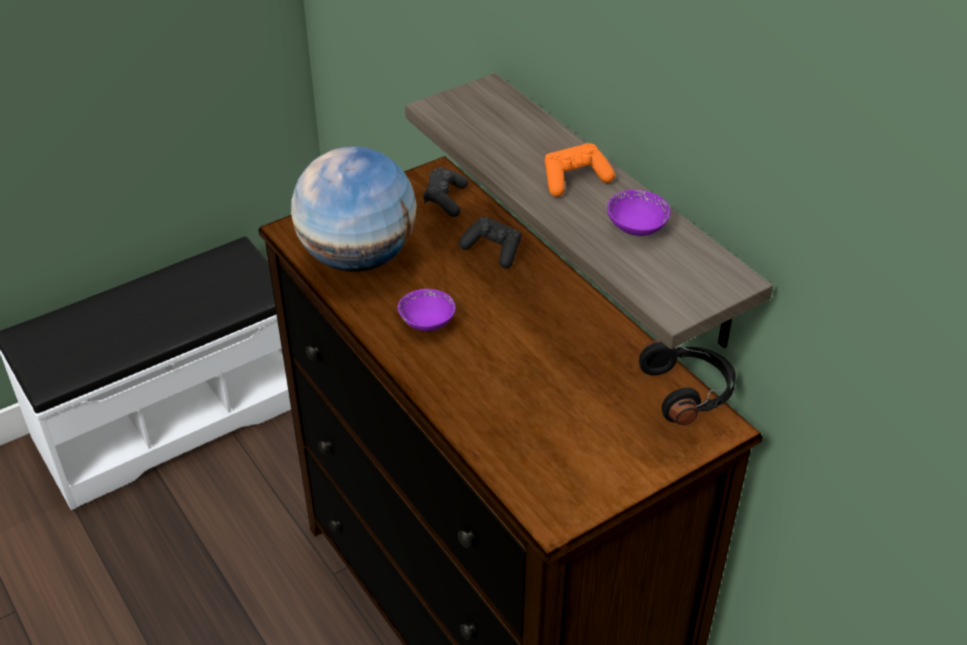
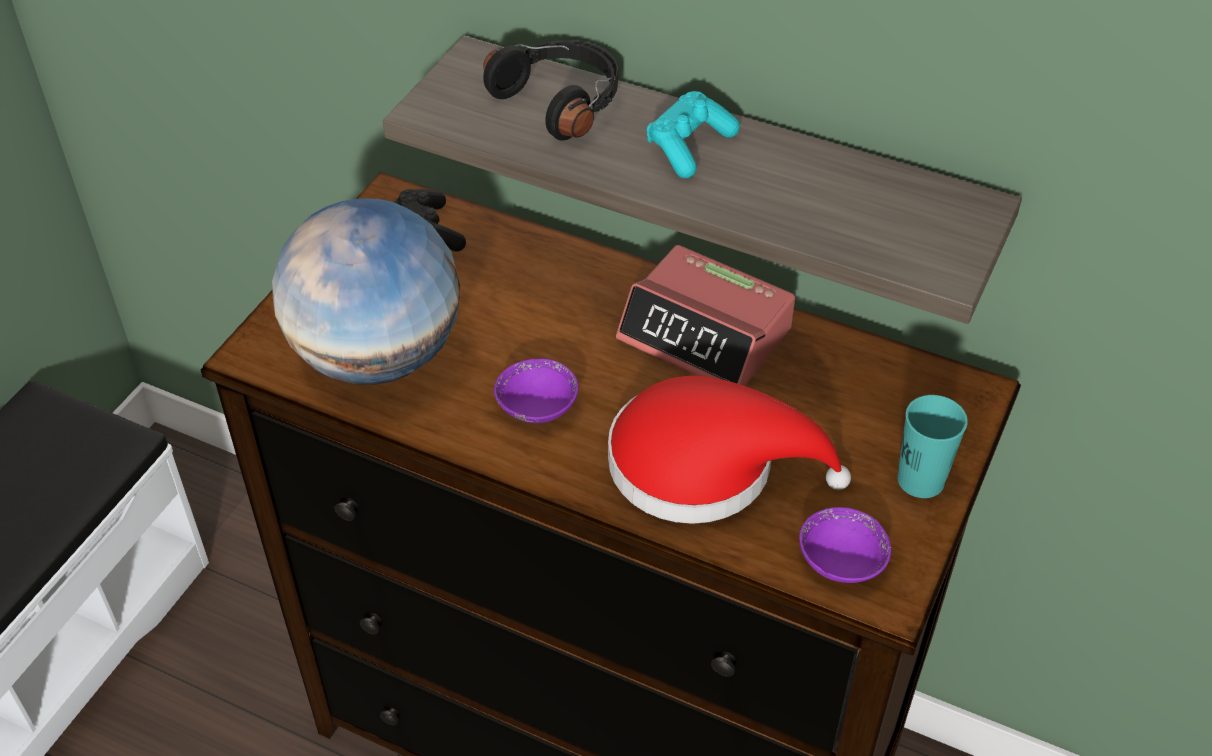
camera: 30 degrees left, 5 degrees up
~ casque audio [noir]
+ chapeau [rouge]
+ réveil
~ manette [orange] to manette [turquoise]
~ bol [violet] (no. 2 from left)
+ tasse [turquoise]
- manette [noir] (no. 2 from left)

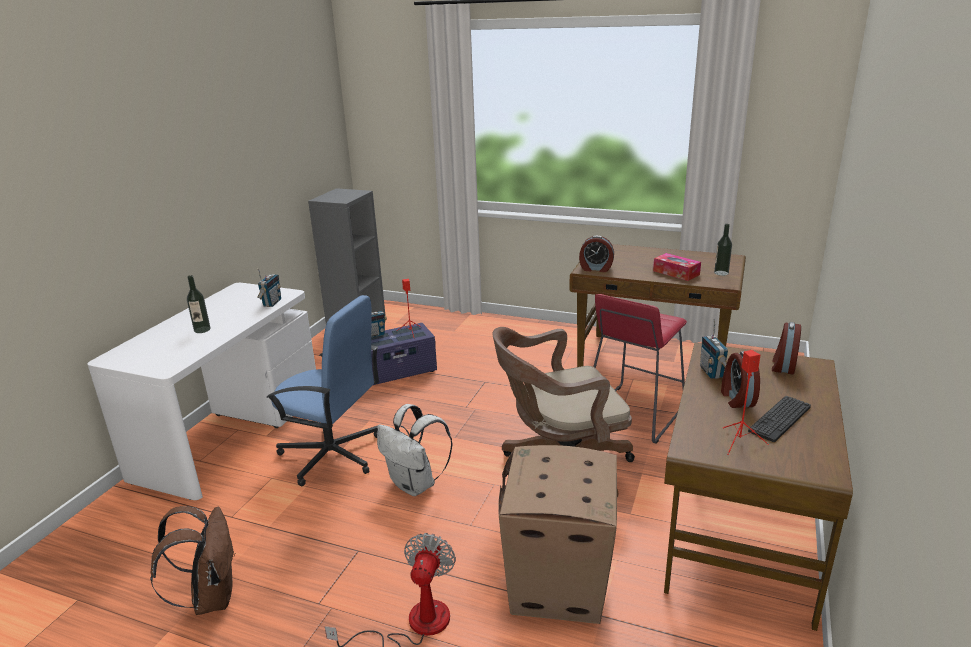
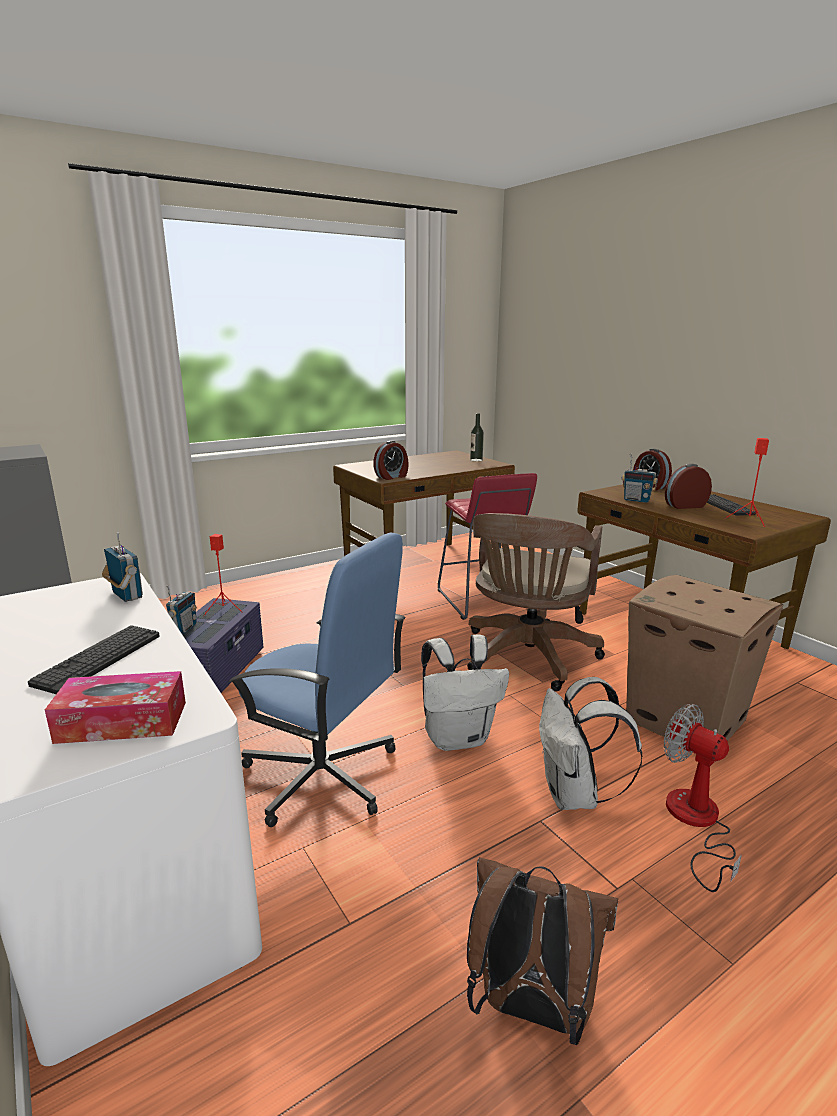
camera: 55 degrees left, 5 degrees down
~ bouteille (no. 1 from left) to clavier (no. 1 from left)
~ boîte à mouchoirs
~ chaise de bureau [bleu] 60 degrees clockwise
+ sac à dos [blanc] (no. 2 from left)
~ réveil (no. 2 from left in the first image) 135 degrees clockwise

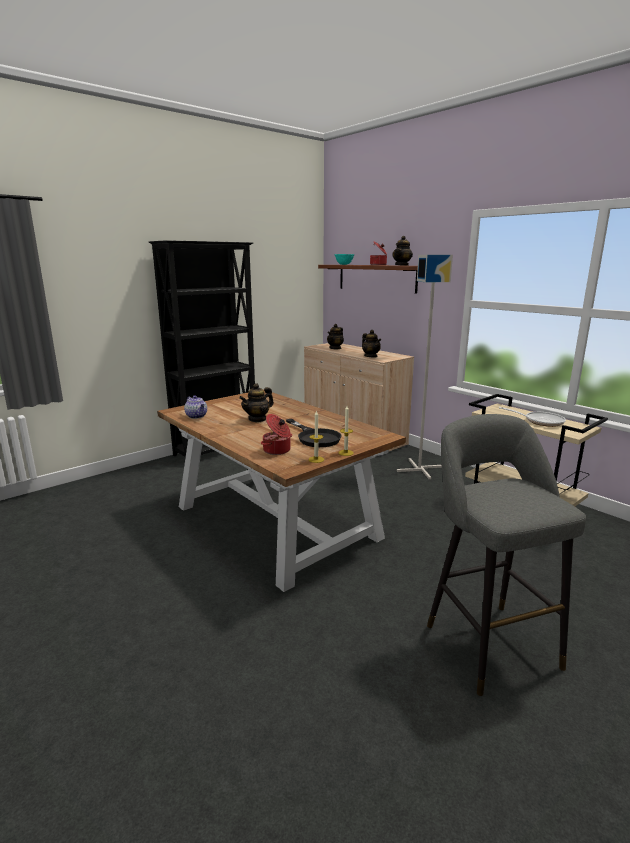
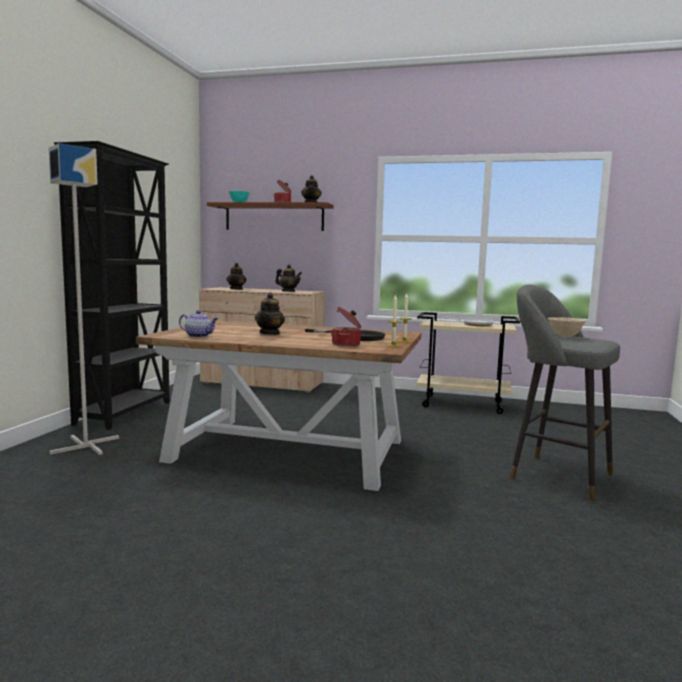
camera: 35 degrees left, 10 degrees down
~ lampadaire [gris]
+ bol [beige]

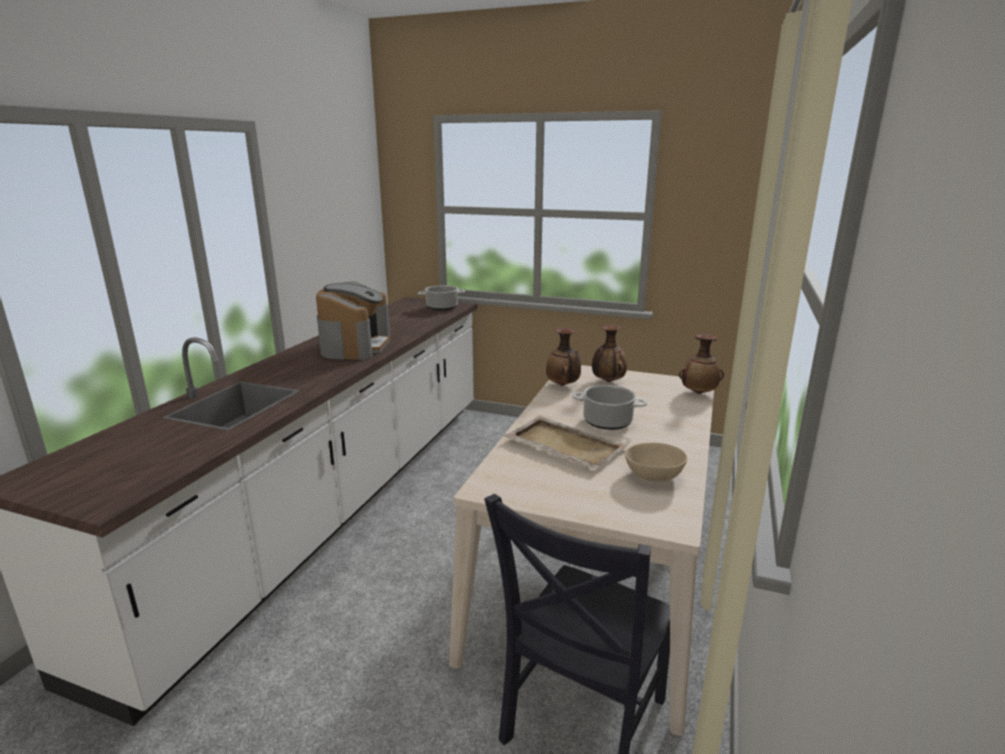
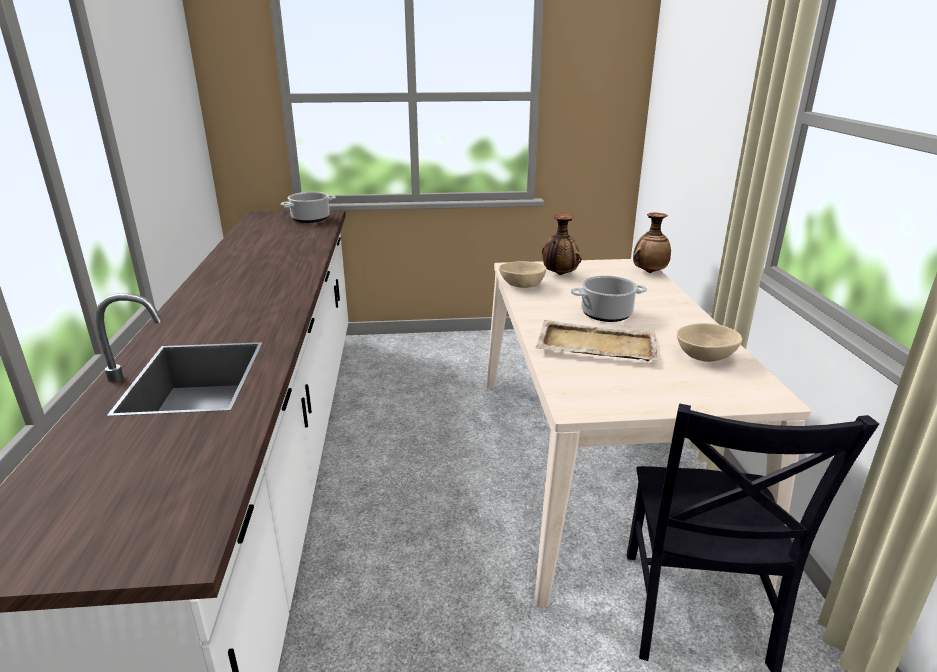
camera: 25 degrees left, 5 degrees up
~ vase (no. 1 from left) to bol [beige] (no. 1 from left)
- machine à café

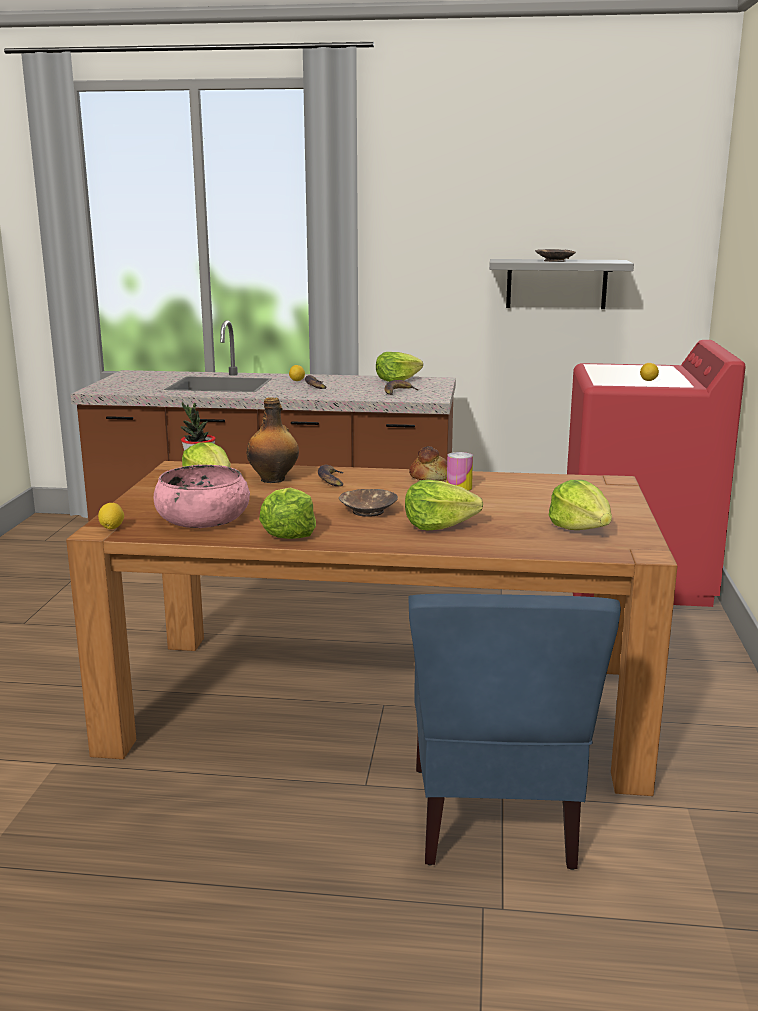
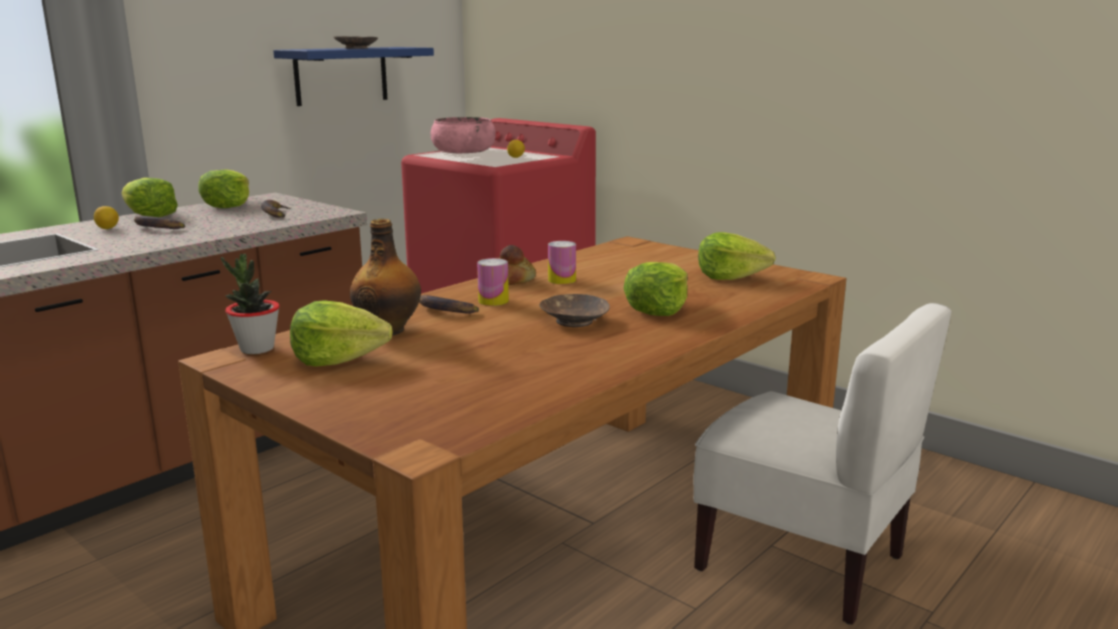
camera: 55 degrees left, 0 degrees up
~ laitue (no. 2 from left in the first image) to laitue (no. 1 from left)
~ étagère [gris] to étagère [bleu]
~ bol [rose]
+ boîte métallique (no. 1 from left)
~ chaise [bleu] to chaise [blanc]
- citron (no. 1 from left)

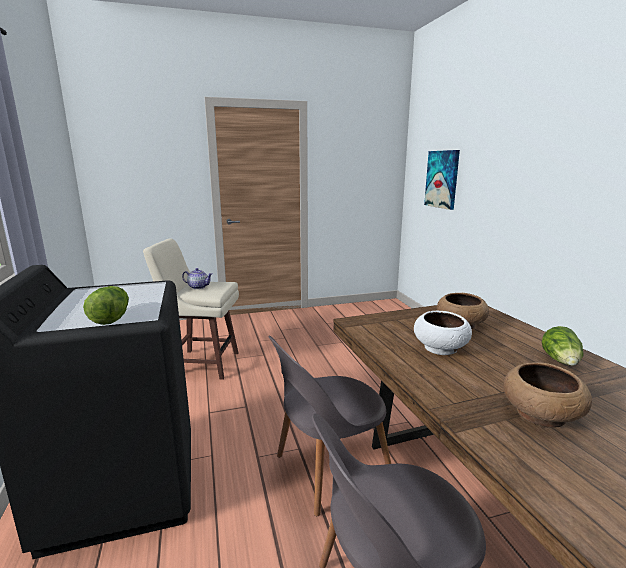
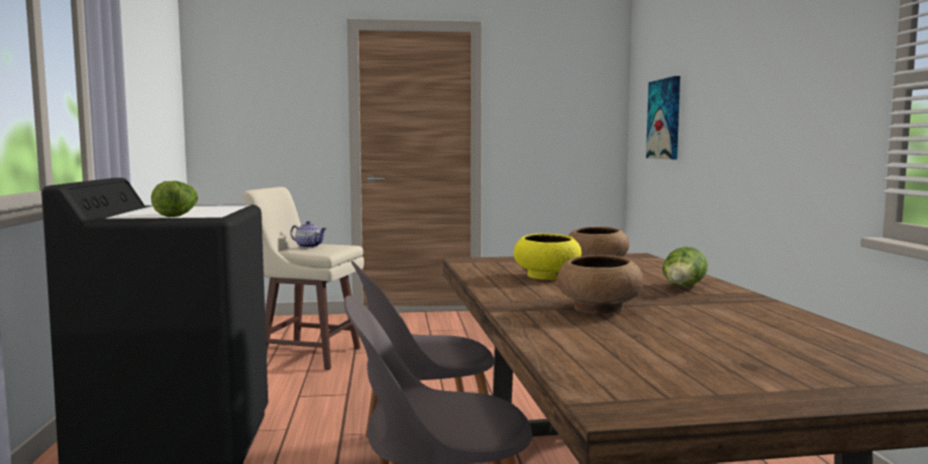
camera: 10 degrees right, 10 degrees down
~ bol [blanc] to bol [jaune]

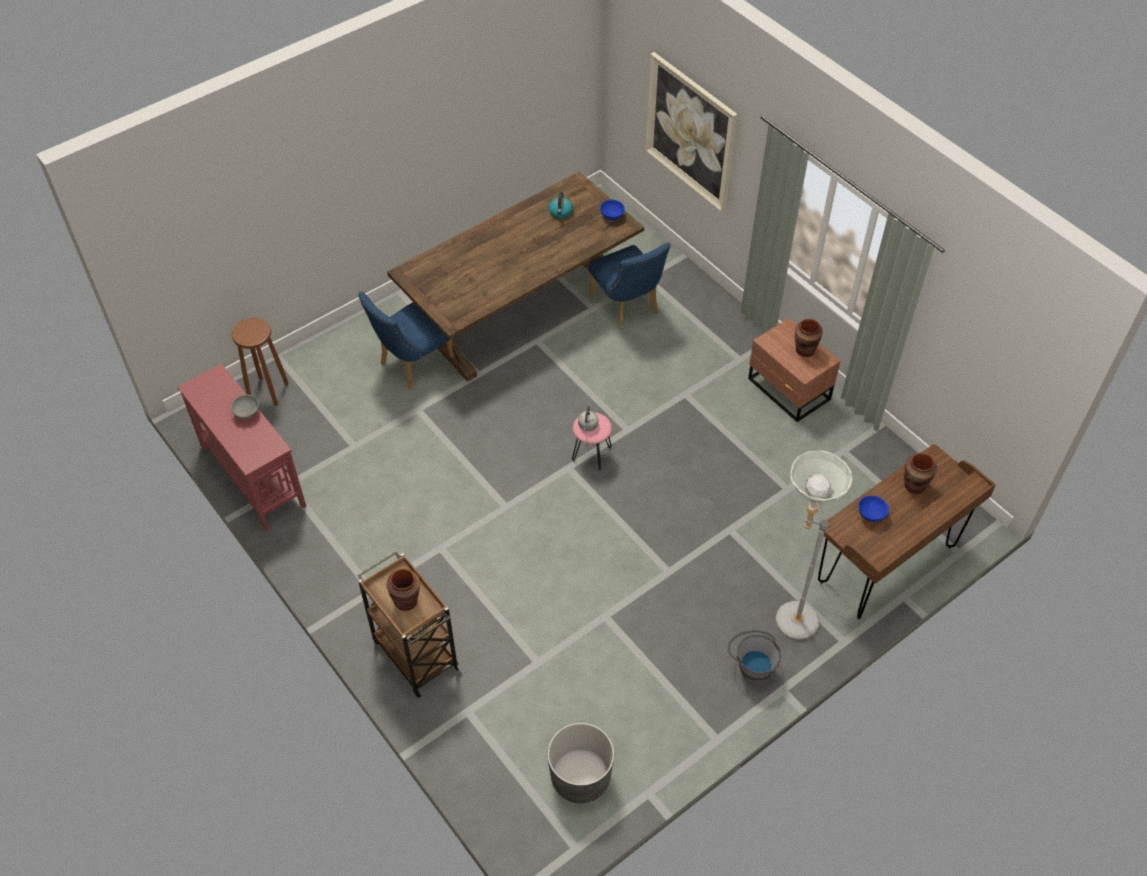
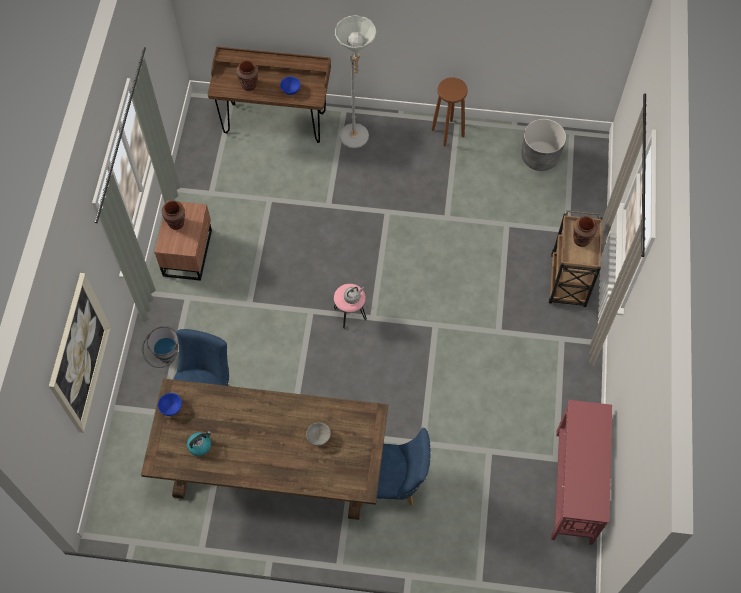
camera: 135 degrees left, 10 degrees up
~ seau [gris]
~ bol [gris]
~ tabouret [marron]

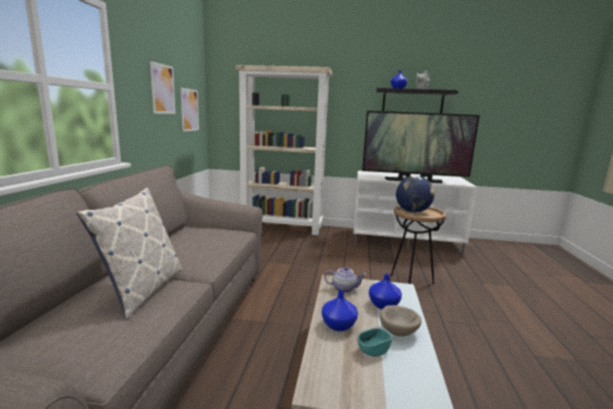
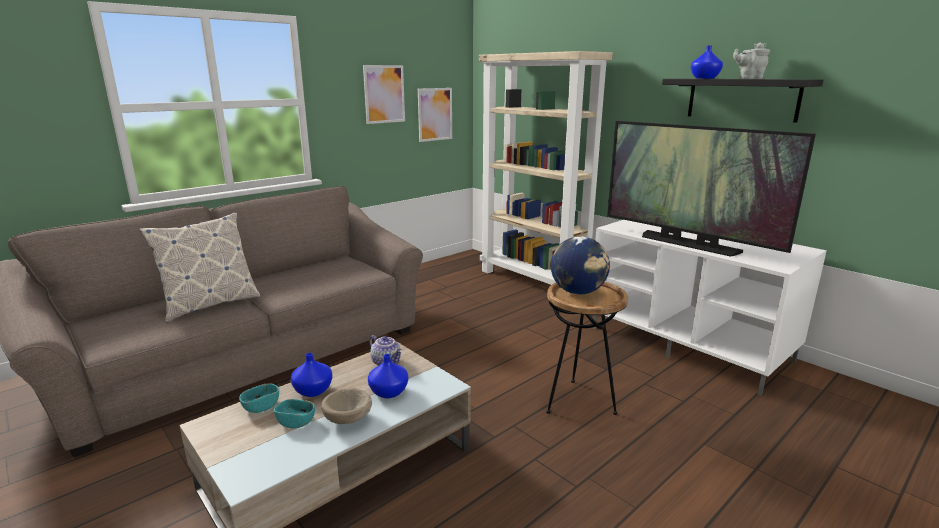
camera: 40 degrees right, 5 degrees up
+ bol [turquoise] (no. 1 from left)

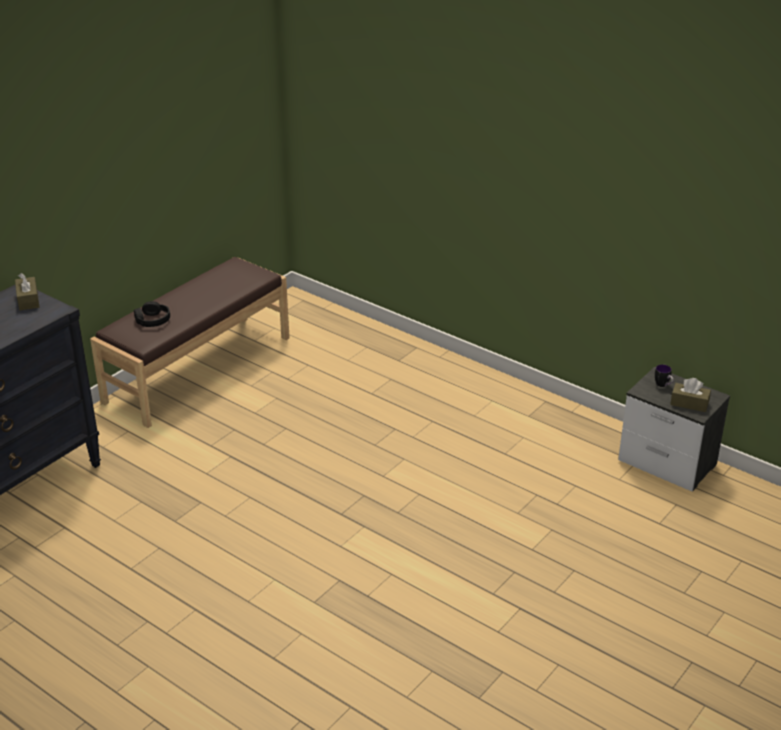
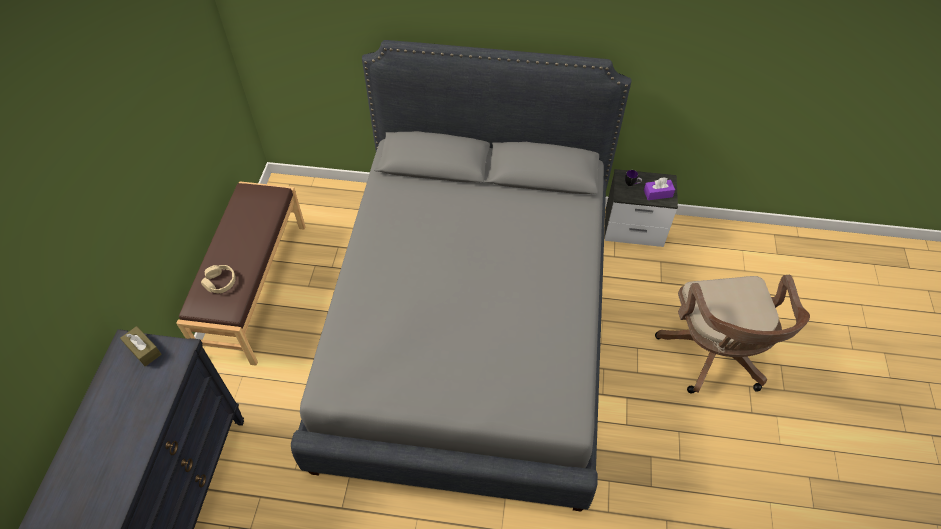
camera: 30 degrees left, 20 degrees up
~ casque audio [noir] to casque audio [beige]
+ lit [gris]
~ boîte à mouchoirs [marron] (no. 2 from left) to boîte à mouchoirs [violet]
+ chaise de bureau [marron]

